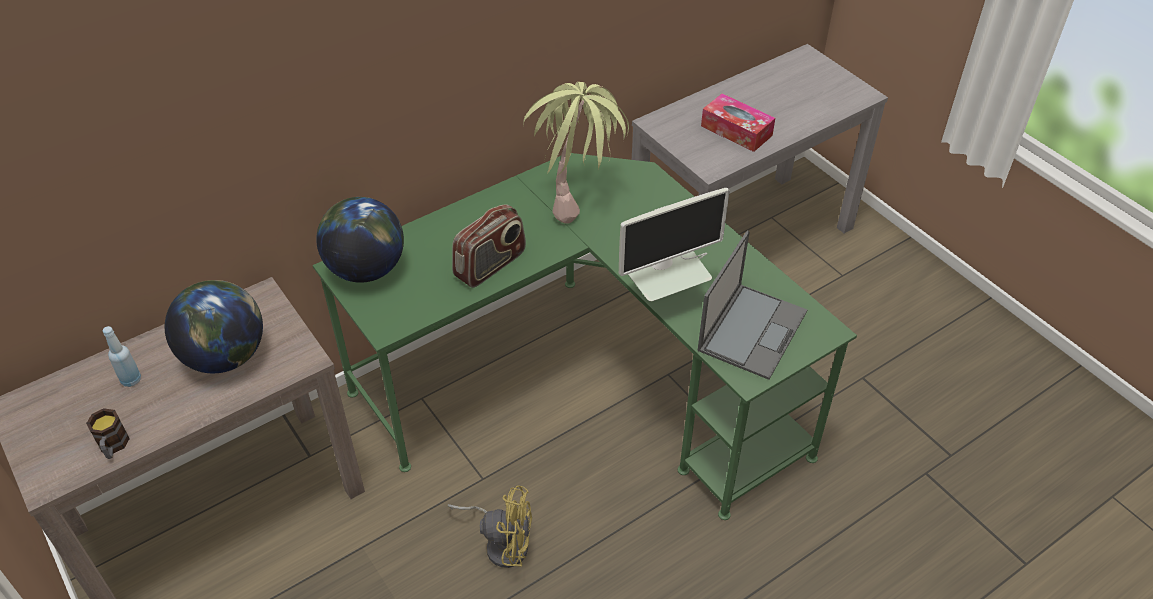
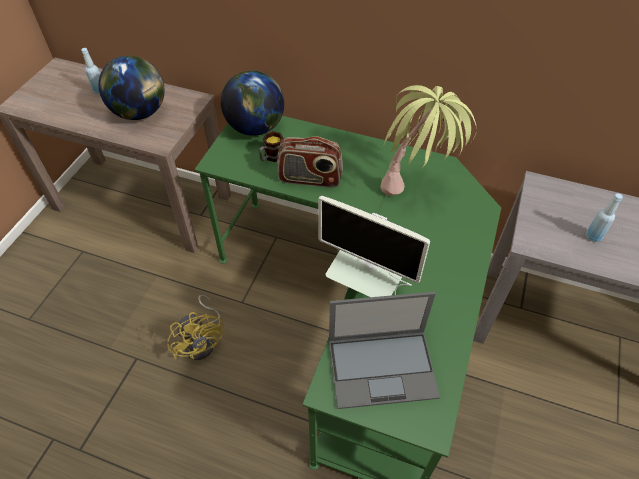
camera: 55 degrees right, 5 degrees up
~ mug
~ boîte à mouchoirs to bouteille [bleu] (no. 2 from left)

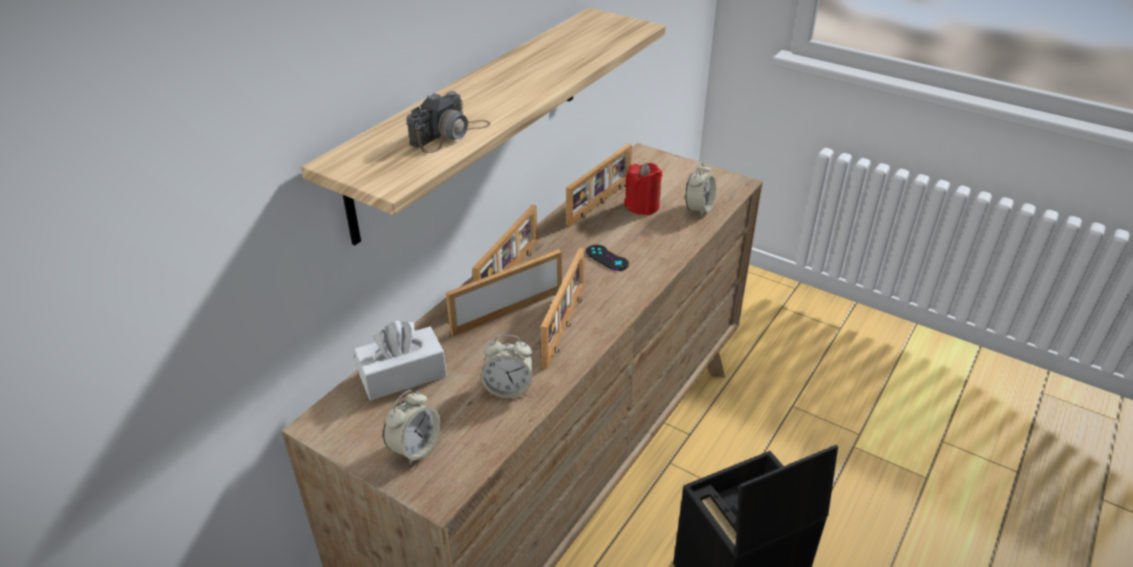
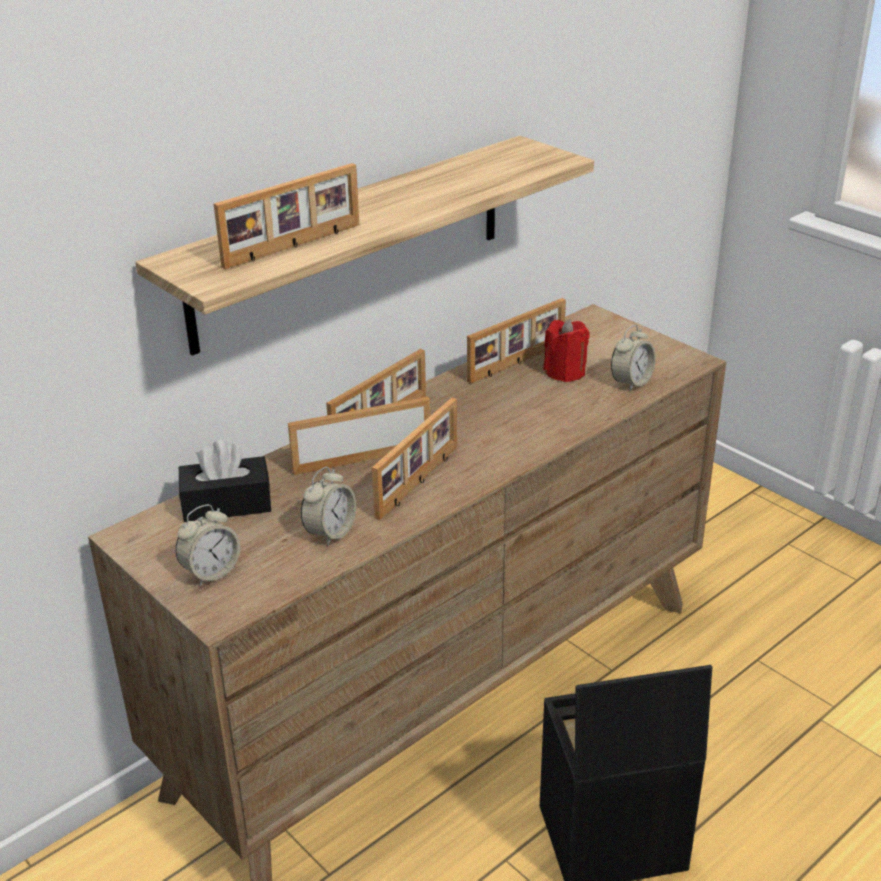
camera: 15 degrees right, 5 degrees down
~ boîte à mouchoirs [blanc] to boîte à mouchoirs [noir]
~ appareil photo to cadre photo (no. 1 from left)
~ réveil (no. 2 from left) 75 degrees counterclockwise
- manette [noir]

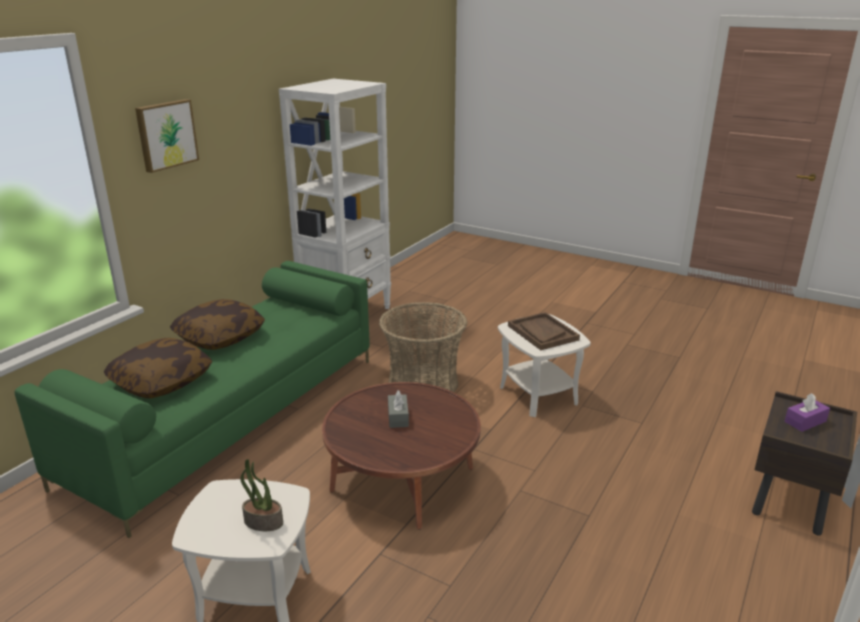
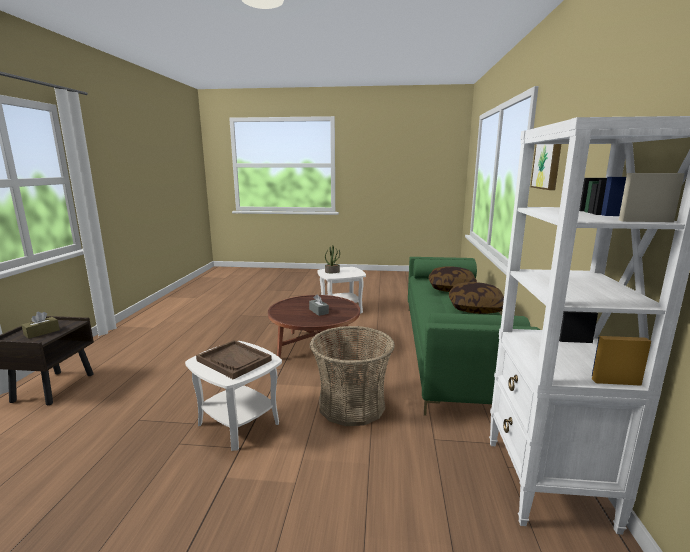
camera: 155 degrees right, 10 degrees down
~ boîte à mouchoirs [violet] to boîte à mouchoirs [marron]

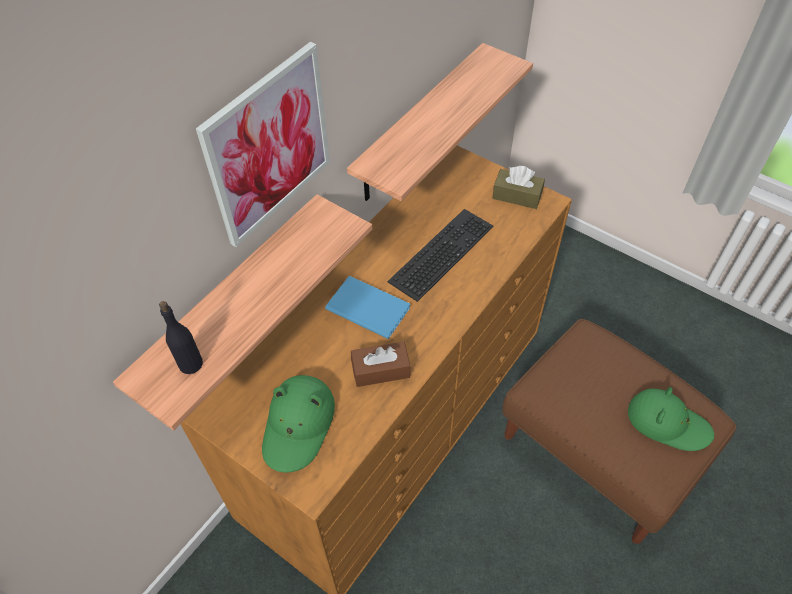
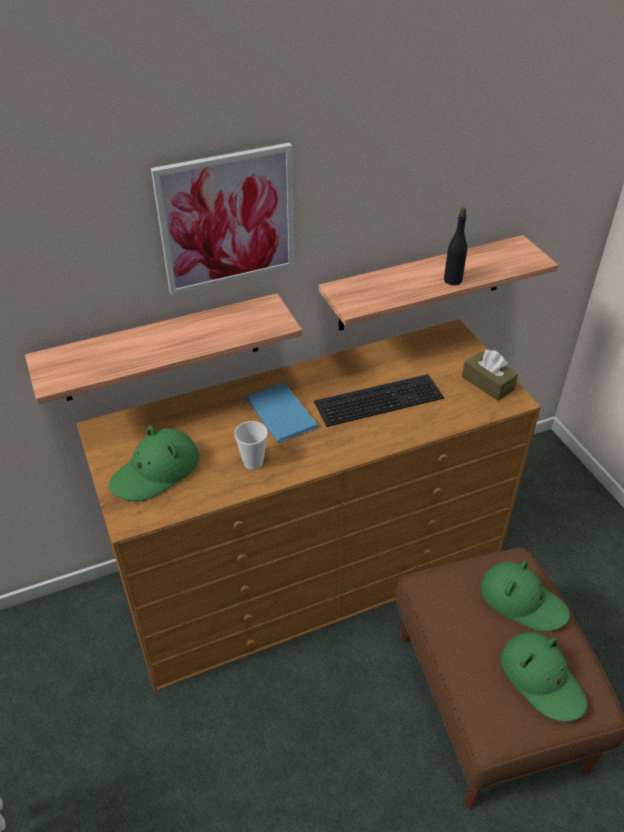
camera: 30 degrees right, 10 degrees down
~ boîte à mouchoirs [marron] (no. 1 from left) to tasse
~ bouteille [noir]
+ chapeau [vert] (no. 2 from left)

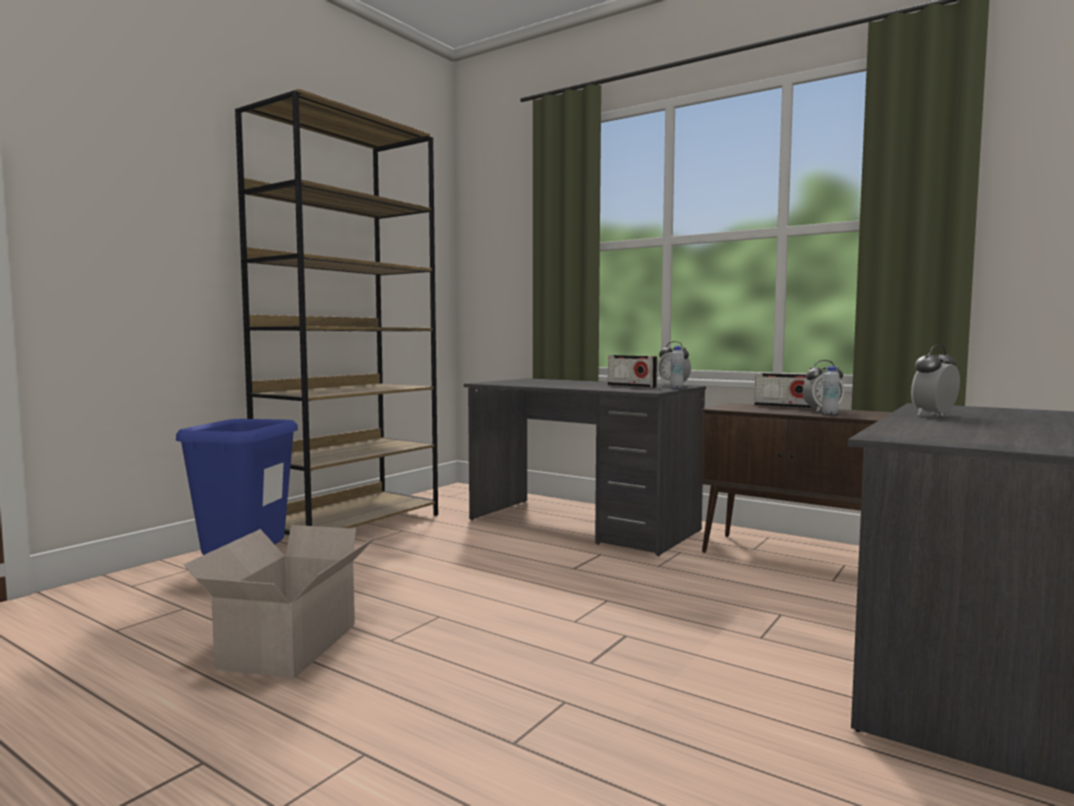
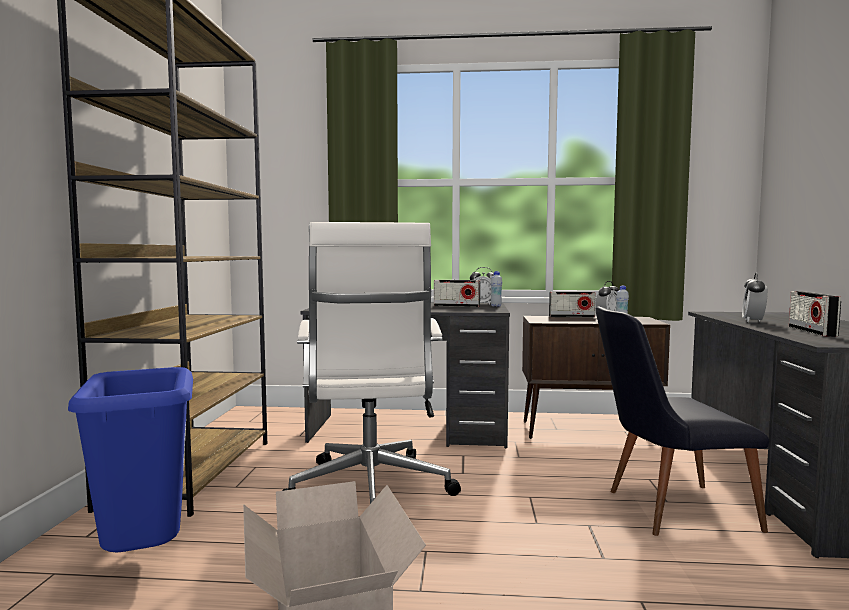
camera: 30 degrees left, 0 degrees up
+ chaise de bureau [blanc]
+ chaise [noir]
+ radio (no. 3 from left)

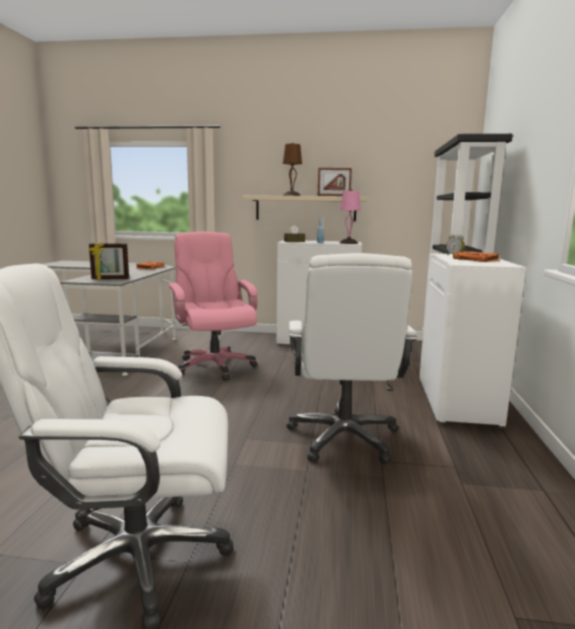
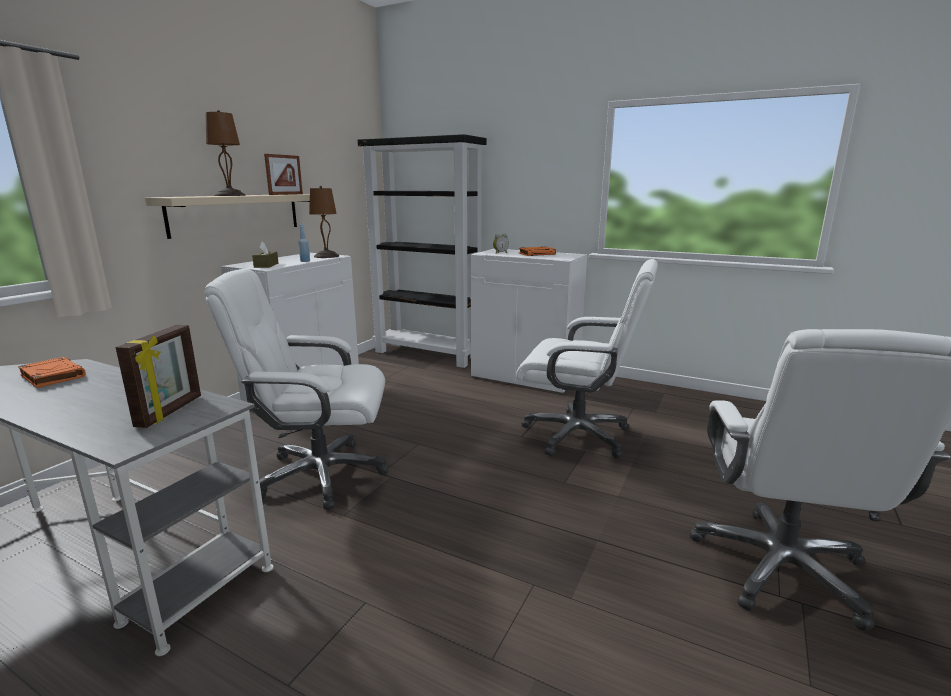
camera: 70 degrees left, 5 degrees up
~ chaise de bureau [rose] to chaise de bureau [blanc] (no. 1 from left)
~ lampe de table [rose] to lampe de table [marron] (no. 2 from left)

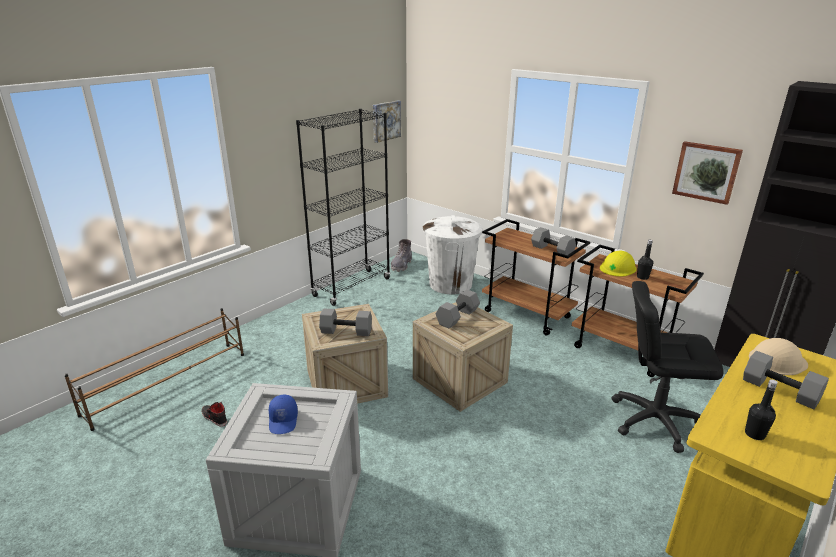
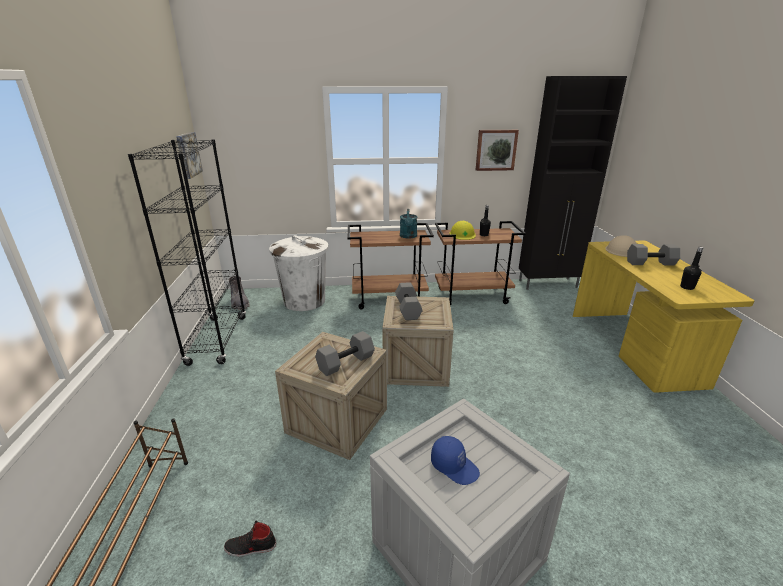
camera: 45 degrees left, 0 degrees up
~ haltère [gris] (no. 3 from left) to arrosoir [turquoise]
- chaise de bureau [noir]

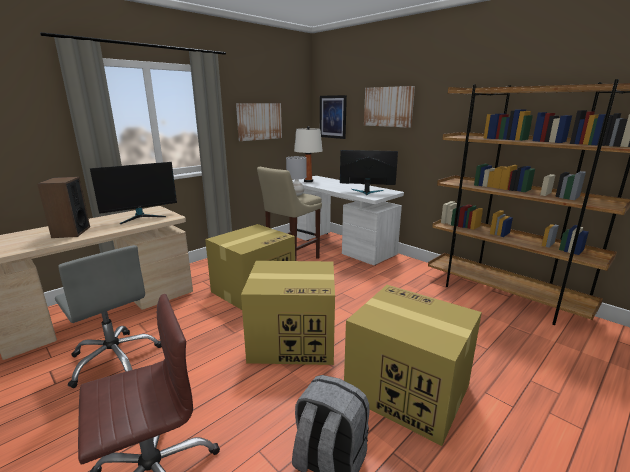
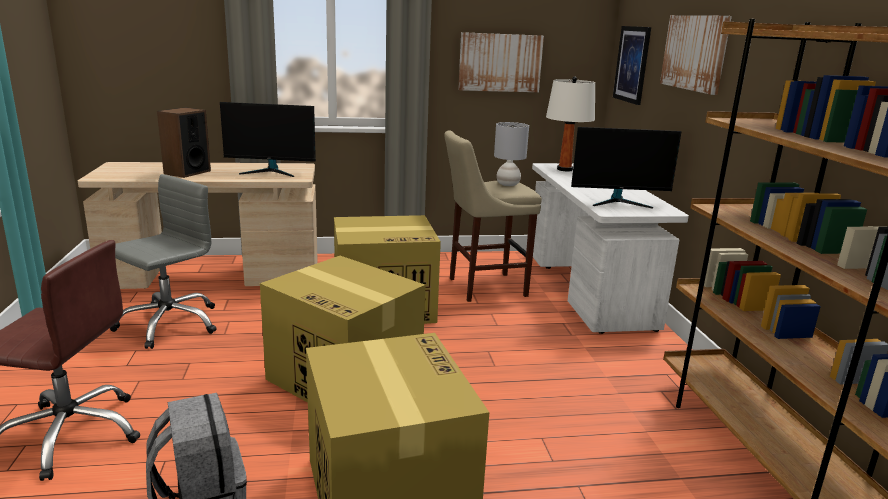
camera: 35 degrees right, 0 degrees up
~ chaise de bureau [gris] 135 degrees counterclockwise
~ écran d'ordinateur (no. 2 from left) 135 degrees clockwise

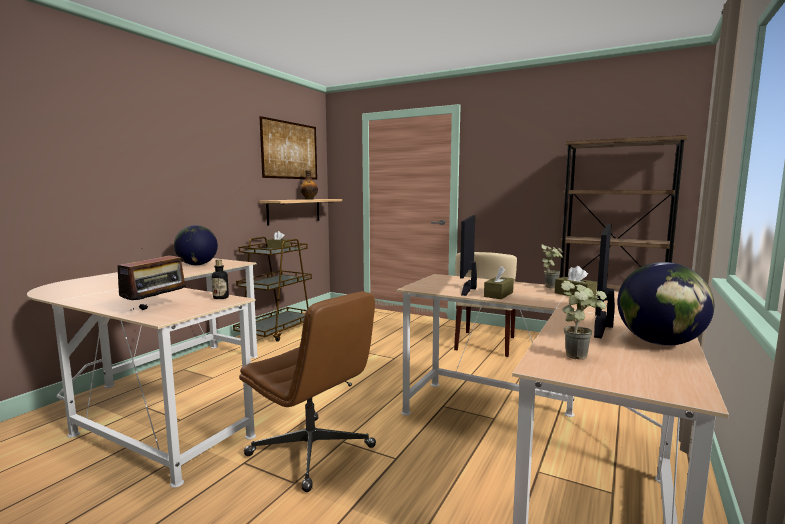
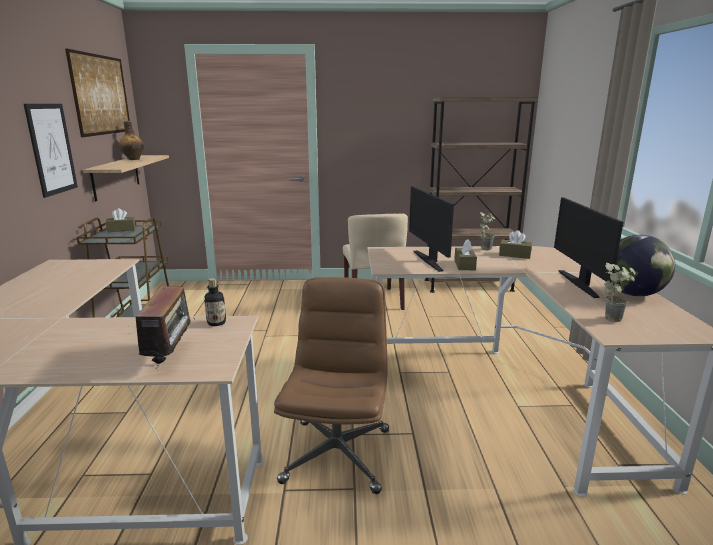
camera: 30 degrees left, 10 degrees up
+ tableau (no. 1 from left)
~ chaise de bureau [marron] 90 degrees counterclockwise
- globe (no. 1 from left)

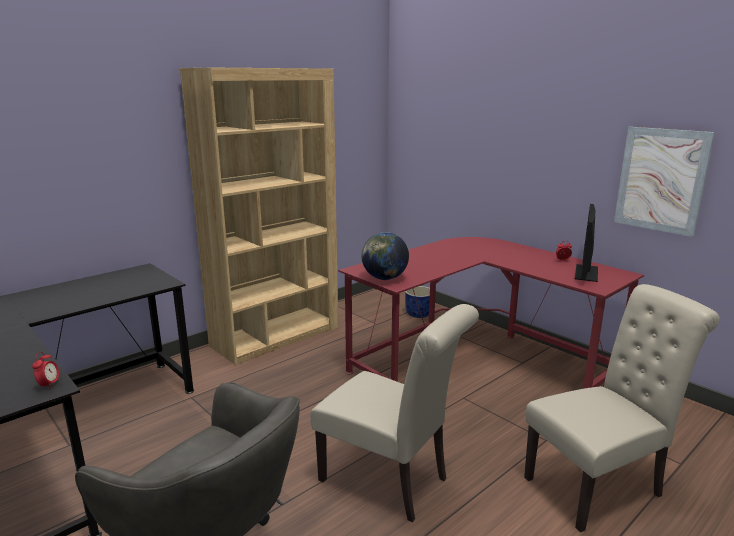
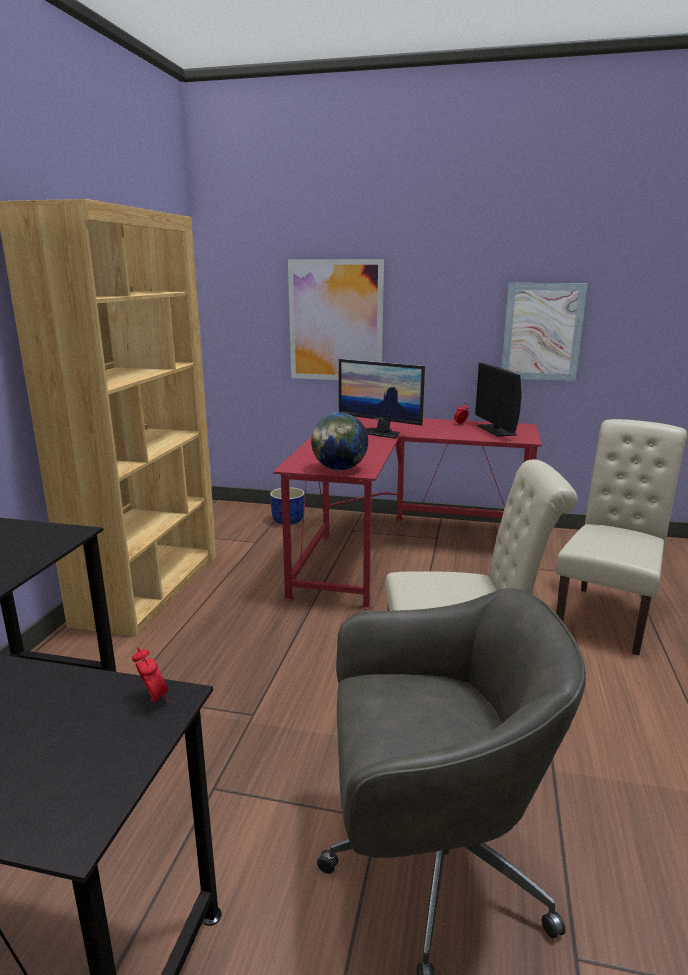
camera: 35 degrees left, 0 degrees up
+ tableau (no. 1 from left)
+ écran d'ordinateur (no. 1 from left)

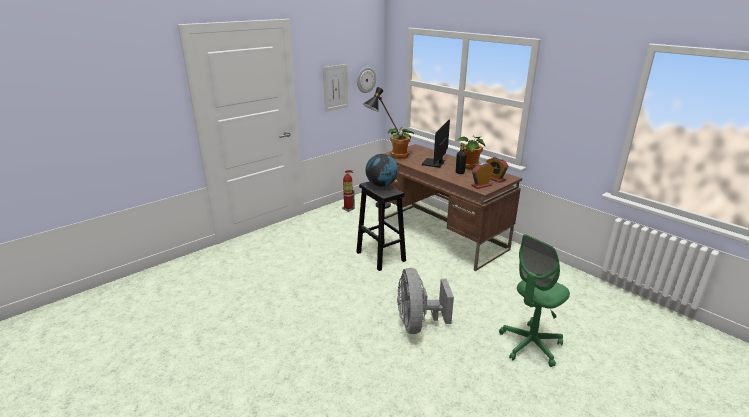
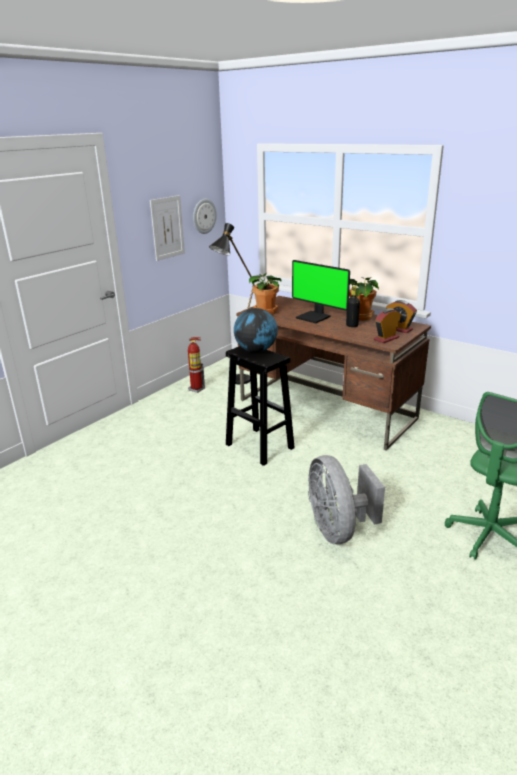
camera: 10 degrees left, 0 degrees up
~ écran d'ordinateur 60 degrees counterclockwise

